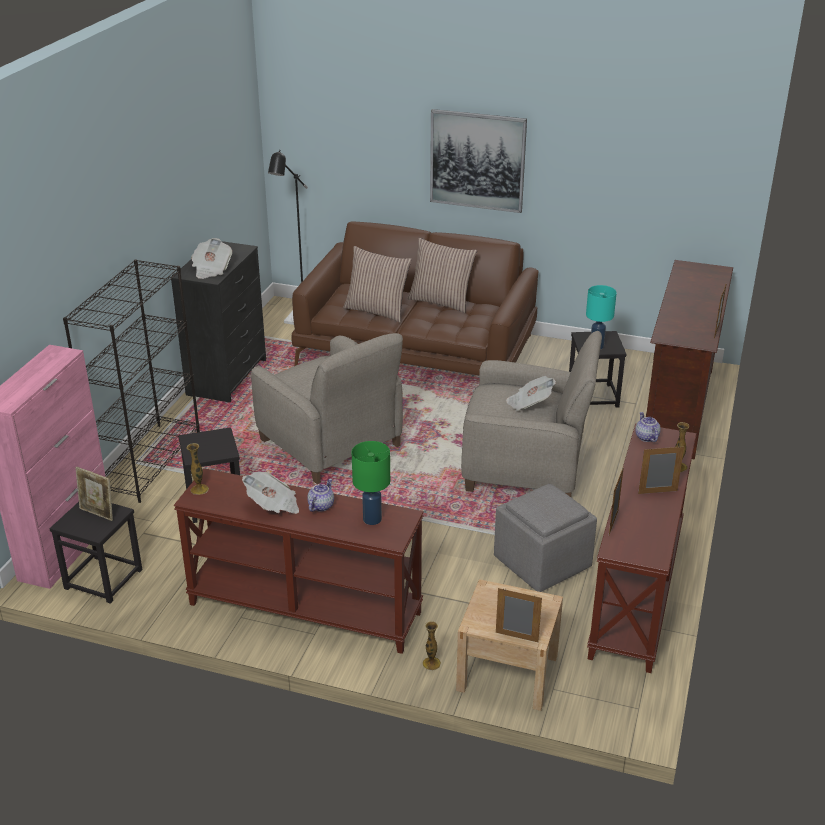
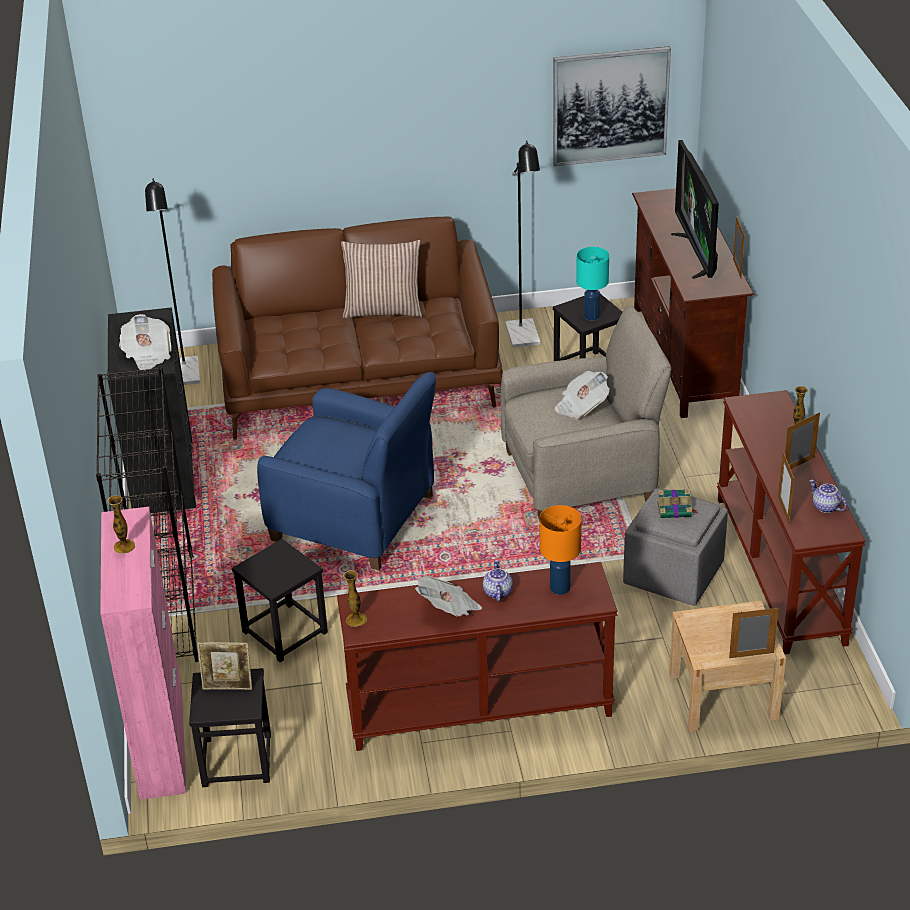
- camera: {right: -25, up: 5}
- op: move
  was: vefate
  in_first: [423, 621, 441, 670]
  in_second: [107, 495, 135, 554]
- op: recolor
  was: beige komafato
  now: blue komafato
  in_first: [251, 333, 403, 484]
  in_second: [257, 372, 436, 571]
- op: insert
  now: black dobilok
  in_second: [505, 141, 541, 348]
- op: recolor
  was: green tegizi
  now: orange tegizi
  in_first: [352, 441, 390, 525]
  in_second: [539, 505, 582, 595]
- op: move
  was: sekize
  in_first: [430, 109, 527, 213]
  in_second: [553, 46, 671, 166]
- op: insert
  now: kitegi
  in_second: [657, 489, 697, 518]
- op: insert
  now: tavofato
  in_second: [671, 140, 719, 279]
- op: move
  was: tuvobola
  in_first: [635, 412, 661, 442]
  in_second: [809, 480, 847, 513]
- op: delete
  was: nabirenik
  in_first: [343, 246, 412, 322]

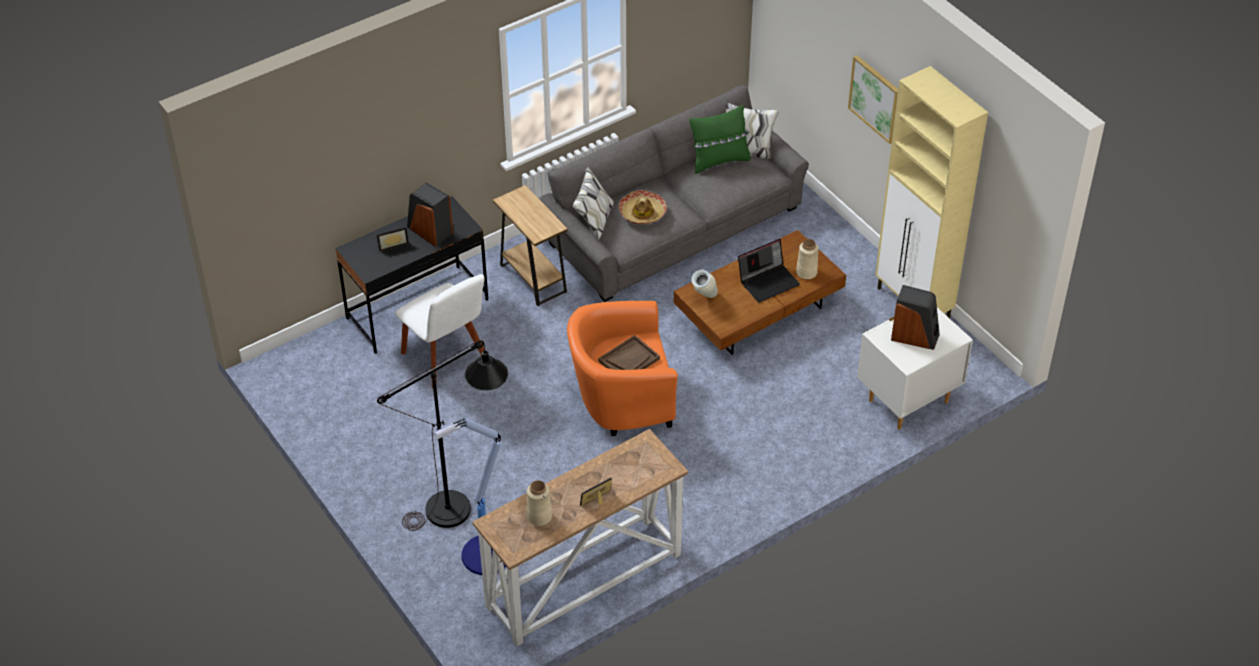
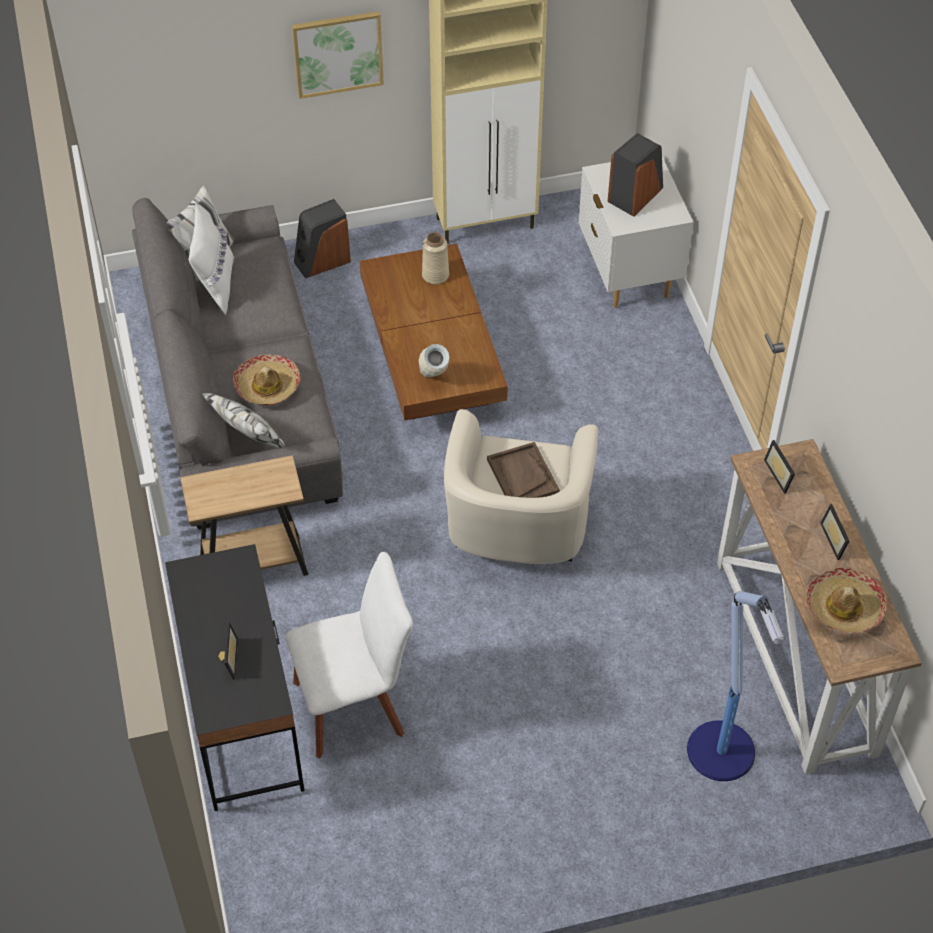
- camera: {right: -70, up: 5}
- op: recolor
  was: green nabirenik
  now: white nabirenik
  in_first: [689, 105, 751, 174]
  in_second: [188, 203, 234, 315]
- op: move
  was: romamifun
  in_first: [407, 183, 454, 247]
  in_second: [294, 199, 351, 278]
- op: recolor
  was: orange komafato
  now: beige komafato
  in_first: [567, 301, 678, 436]
  in_second: [444, 409, 598, 564]
- op: insert
  now: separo
  in_second: [764, 440, 795, 494]
- op: replace
  was: beige vefate
  now: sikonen
  in_first: [527, 480, 552, 526]
  in_second: [806, 568, 887, 633]
- op: delete
  was: black dobilok
  in_first: [377, 340, 508, 531]
- op: delete
  was: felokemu
  in_first: [738, 239, 800, 303]

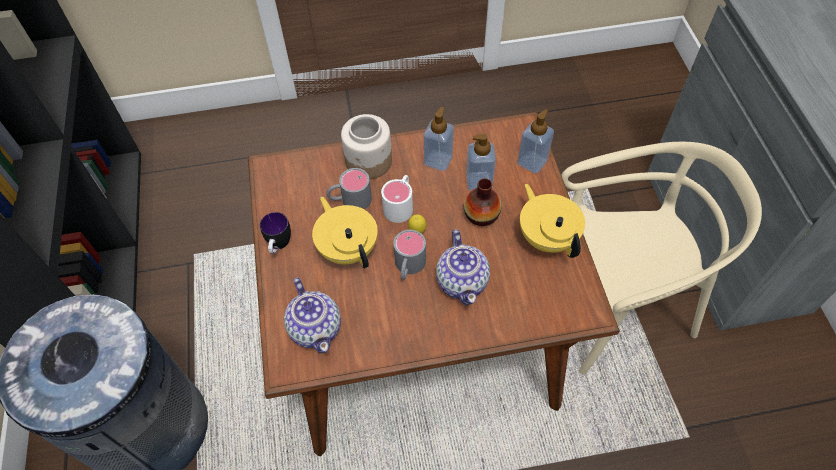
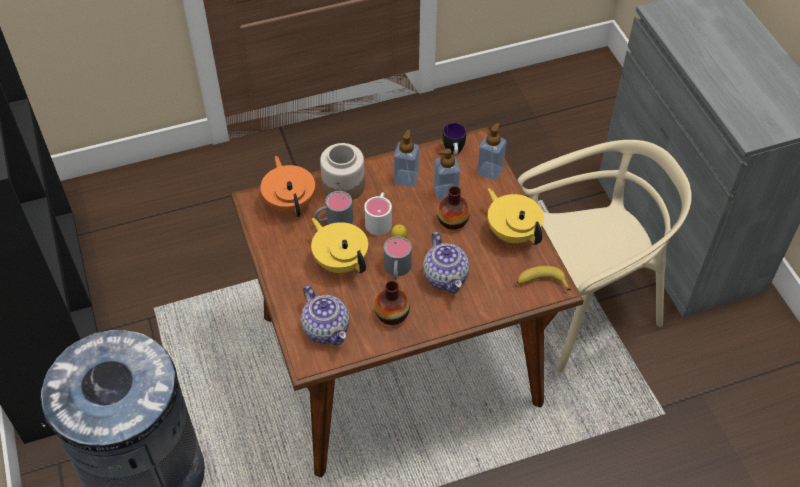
- camera: {right: -10, up: -5}
- op: insert
  now: orange tuvobola
  in_second: [261, 156, 315, 217]
- op: insert
  now: vefate
  in_second: [374, 281, 410, 325]
- op: move
  was: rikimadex
  in_first: [260, 212, 291, 254]
  in_second: [443, 123, 466, 155]
- op: insert
  now: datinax
  in_second: [517, 266, 571, 291]

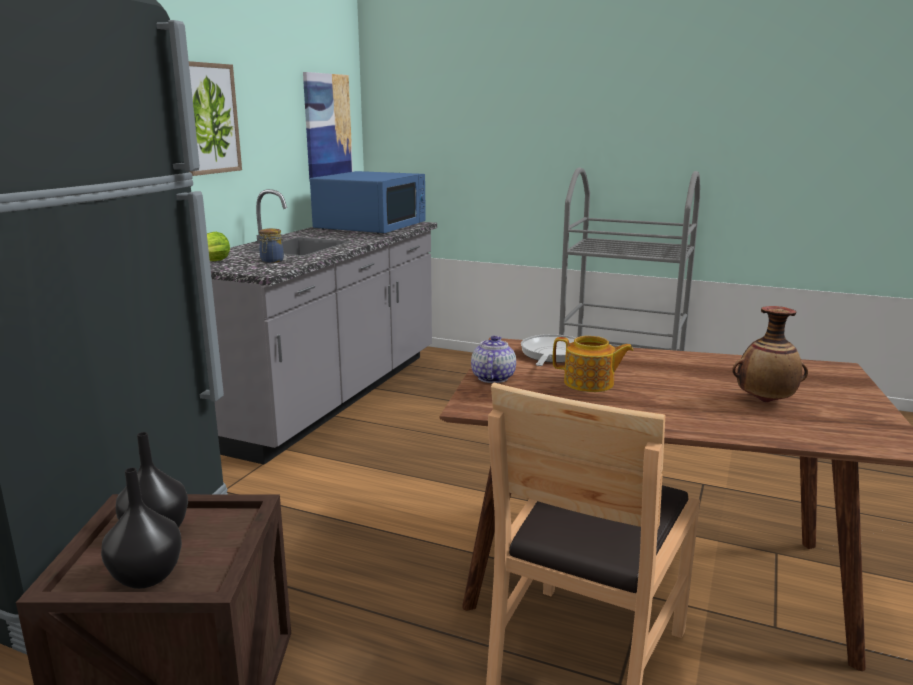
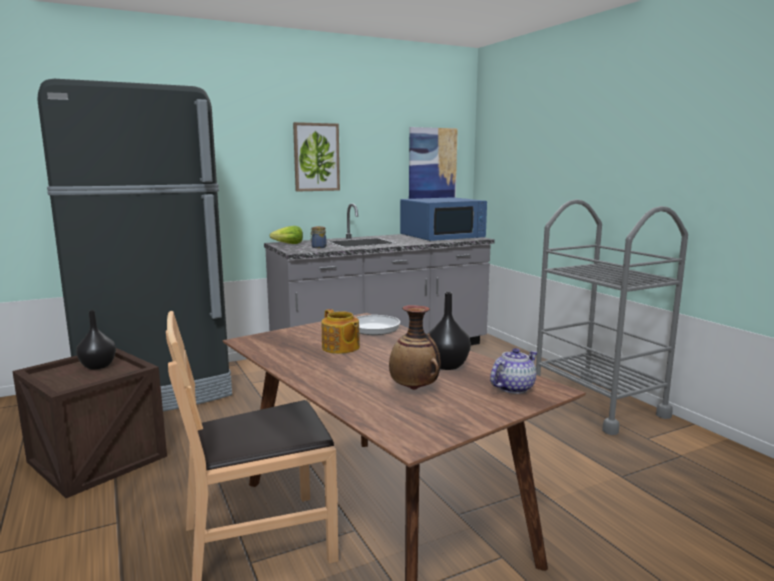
- camera: {right: 40, up: -5}
- op: move
  was: black vefate
  in_first: [101, 468, 182, 589]
  in_second: [428, 292, 471, 370]
- op: move
  was: tuvobola
  in_first: [471, 336, 516, 383]
  in_second: [490, 348, 537, 394]

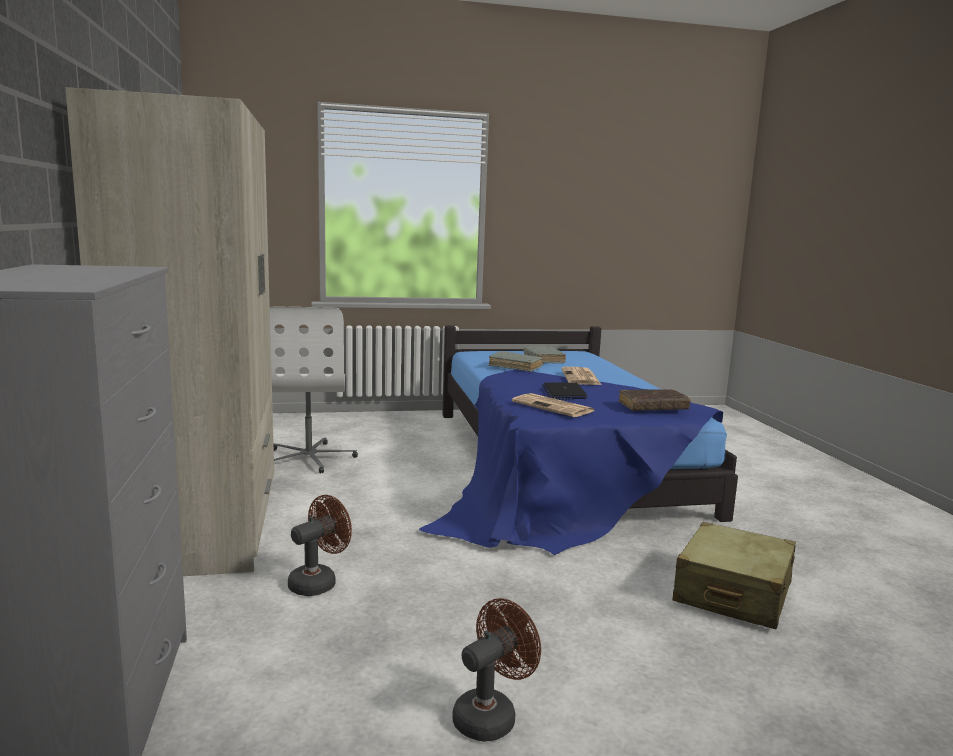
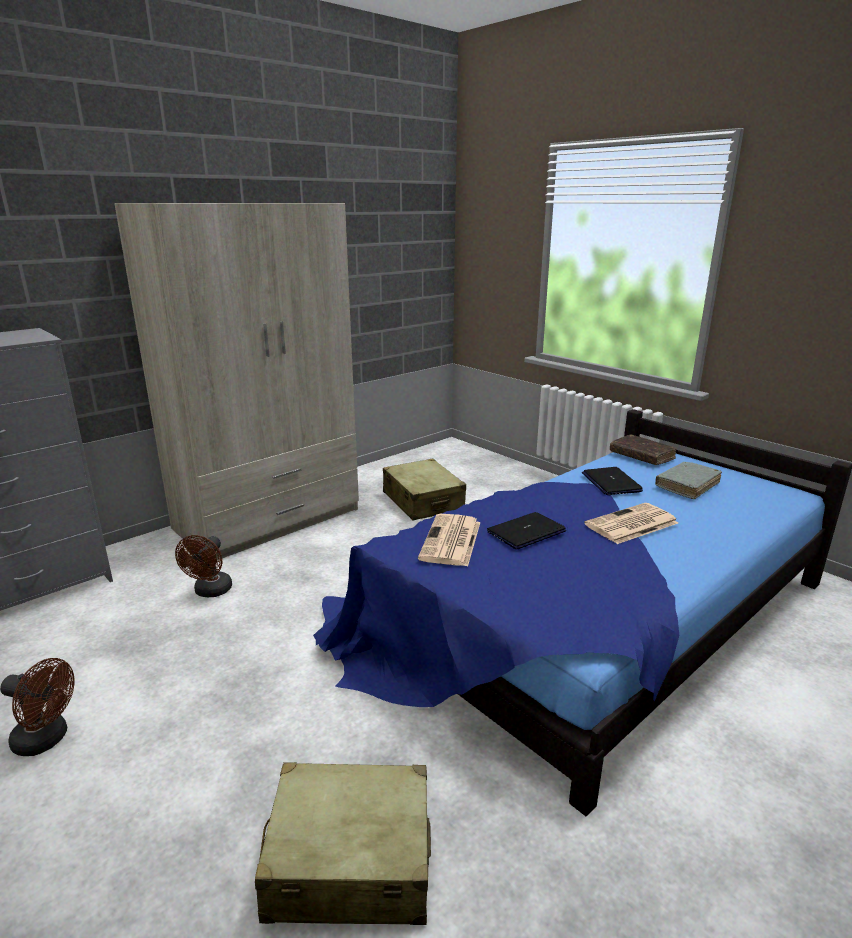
- camera: {right: 60, up: 10}
- op: rotate
  was: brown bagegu
  in_first: [288, 495, 352, 596]
  in_second: [175, 535, 232, 597]
  clockwise: 90
- op: replace
  was: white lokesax
  now: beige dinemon
  in_first: [270, 306, 358, 473]
  in_second: [383, 458, 466, 520]
- op: replace
  was: grey kitegi
  now: felokemu
  in_first: [488, 351, 544, 372]
  in_second: [582, 467, 643, 495]
- op: move
  was: brown kitegi
  in_first: [619, 389, 691, 411]
  in_second: [610, 435, 677, 465]

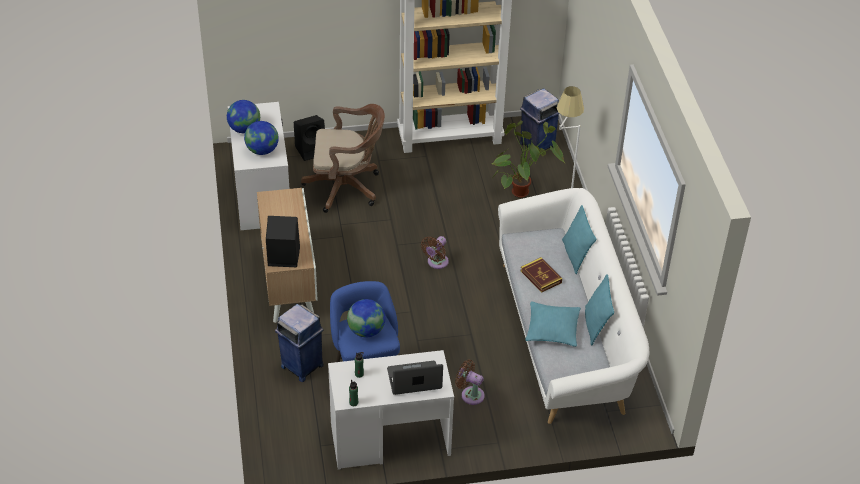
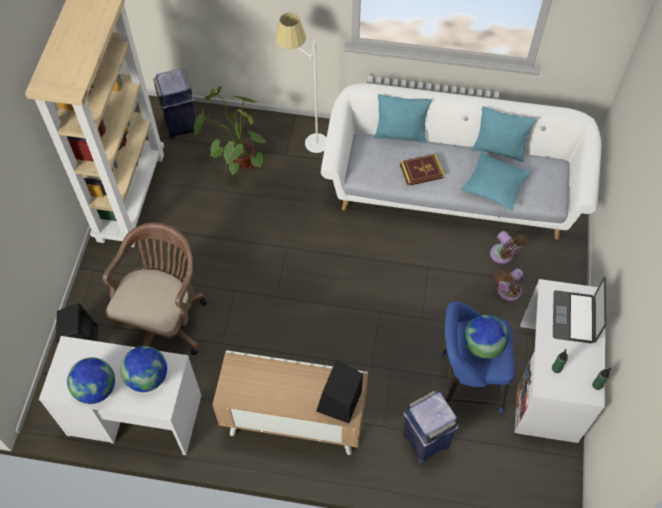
- camera: {right: -70, up: 15}
- op: move
  was: brown bagegu
  in_first: [421, 236, 449, 269]
  in_second: [490, 231, 527, 264]

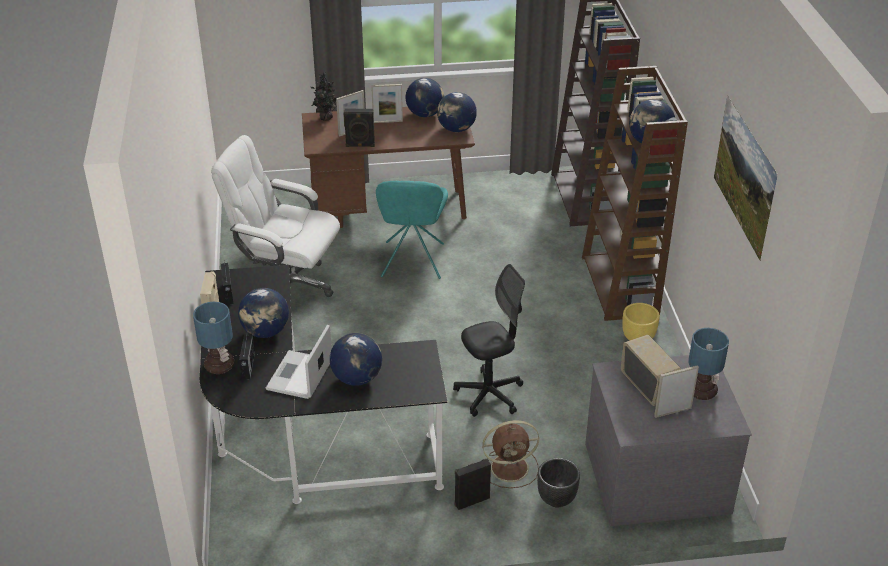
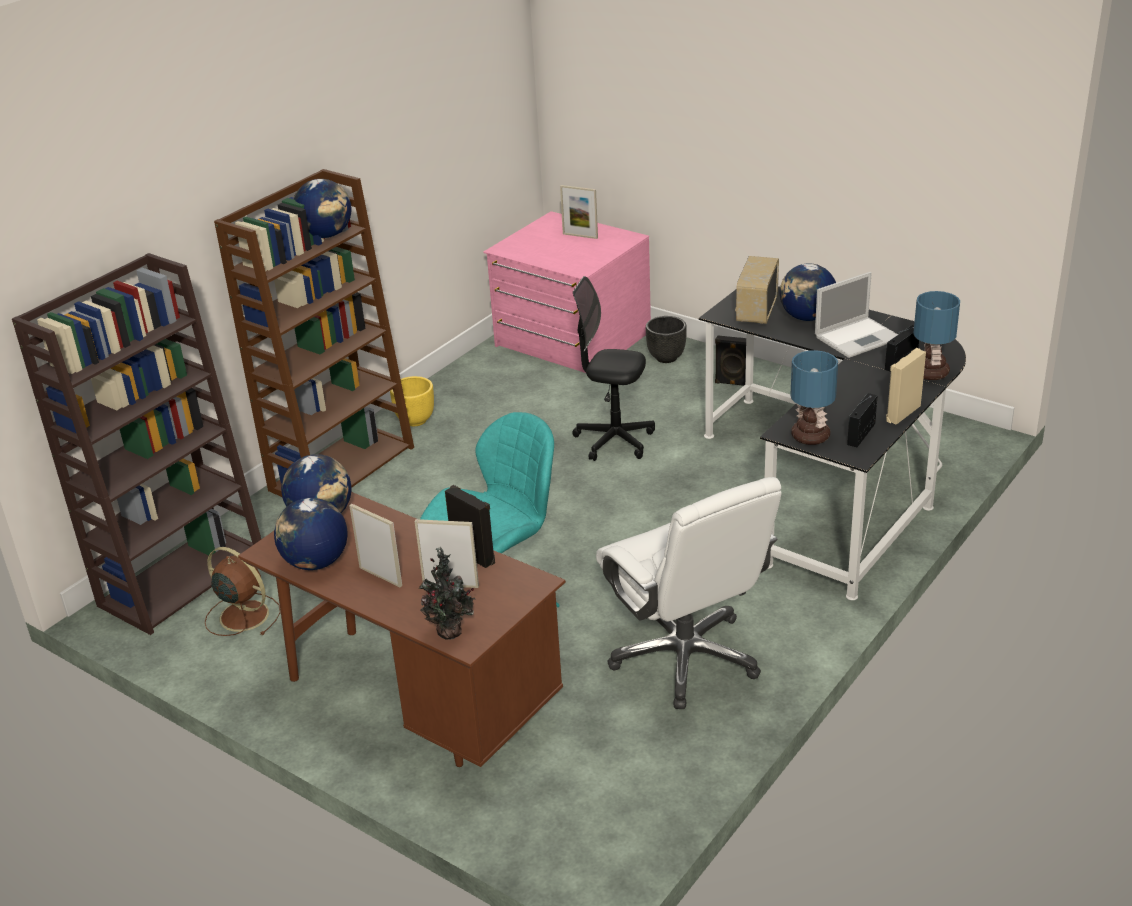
- camera: {right: -135, up: -5}
- op: move
  was: brown bagegu
  in_first: [482, 420, 539, 488]
  in_second: [205, 547, 281, 636]
- op: recolor
  was: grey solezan
  now: pink solezan
  in_first: [585, 355, 752, 526]
  in_second: [483, 211, 651, 373]
- op: move
  was: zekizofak
  in_first: [621, 335, 681, 406]
  in_second: [735, 256, 779, 324]
- op: move
  was: tegizi
  in_first: [688, 328, 729, 400]
  in_second: [790, 350, 838, 445]
- op: delete
  was: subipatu
  in_first: [238, 288, 289, 338]
- op: delete
  was: sekize
  in_first: [714, 95, 778, 260]

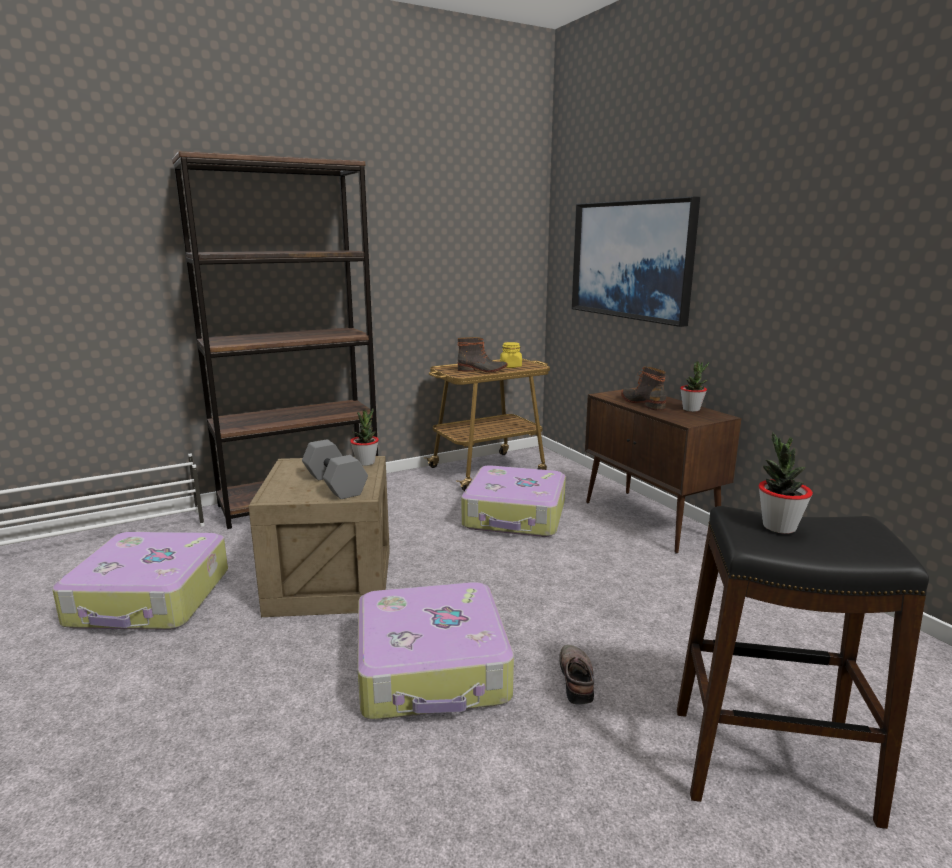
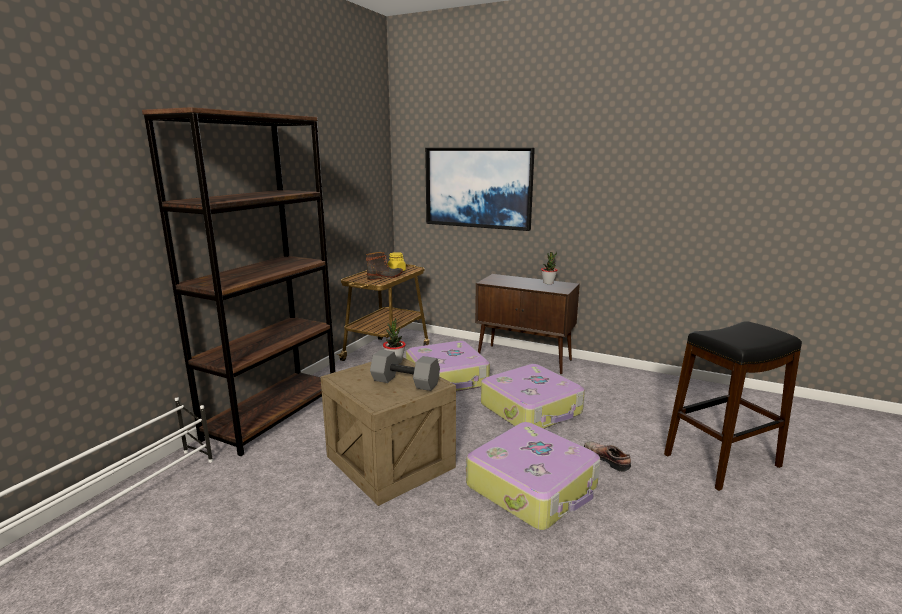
- camera: {right: -35, up: 0}
- op: move
  was: dinemon
  in_first: [52, 532, 228, 630]
  in_second: [481, 364, 585, 429]
- op: delete
  was: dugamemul
  in_first: [621, 366, 666, 411]
- op: delete
  was: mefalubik
  in_first: [759, 432, 813, 534]

